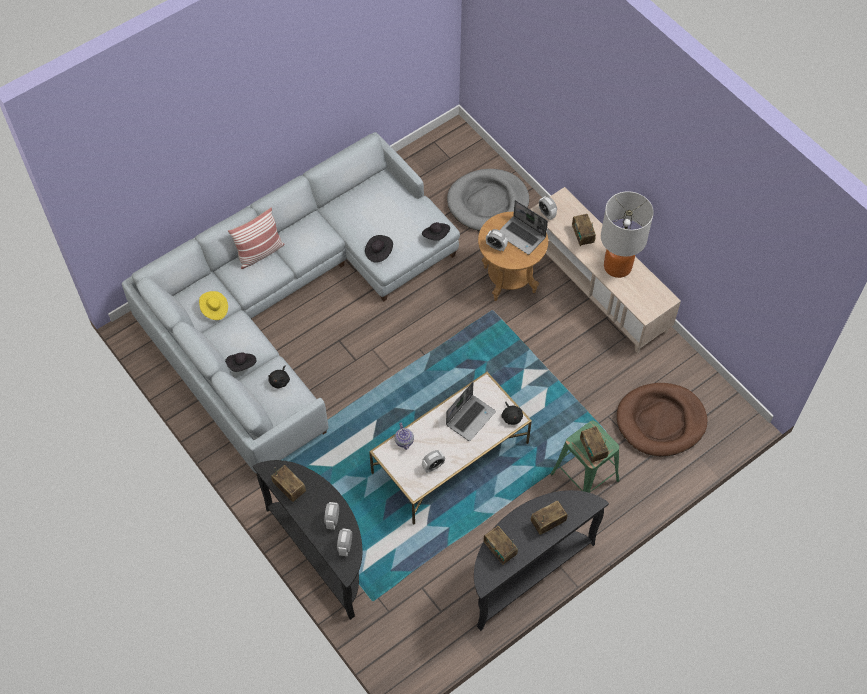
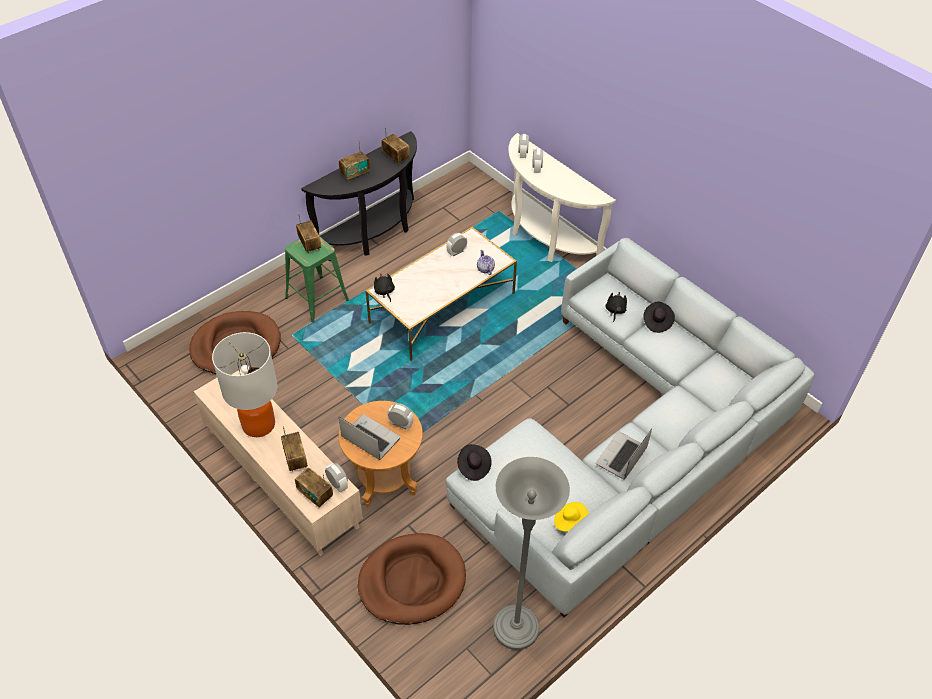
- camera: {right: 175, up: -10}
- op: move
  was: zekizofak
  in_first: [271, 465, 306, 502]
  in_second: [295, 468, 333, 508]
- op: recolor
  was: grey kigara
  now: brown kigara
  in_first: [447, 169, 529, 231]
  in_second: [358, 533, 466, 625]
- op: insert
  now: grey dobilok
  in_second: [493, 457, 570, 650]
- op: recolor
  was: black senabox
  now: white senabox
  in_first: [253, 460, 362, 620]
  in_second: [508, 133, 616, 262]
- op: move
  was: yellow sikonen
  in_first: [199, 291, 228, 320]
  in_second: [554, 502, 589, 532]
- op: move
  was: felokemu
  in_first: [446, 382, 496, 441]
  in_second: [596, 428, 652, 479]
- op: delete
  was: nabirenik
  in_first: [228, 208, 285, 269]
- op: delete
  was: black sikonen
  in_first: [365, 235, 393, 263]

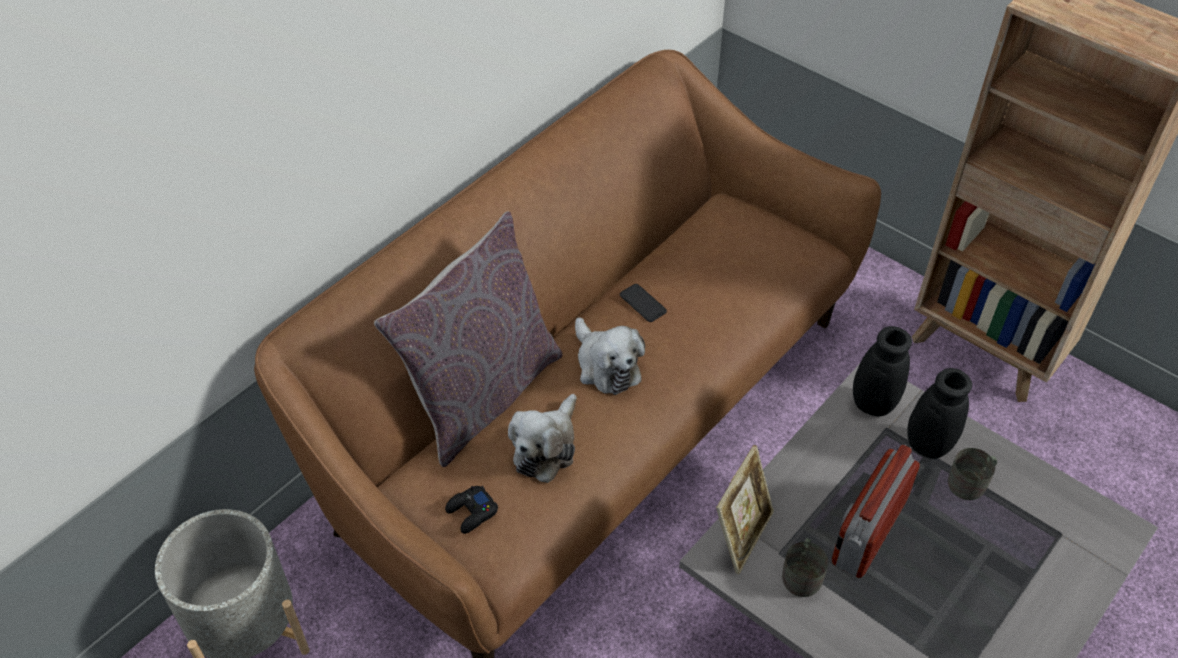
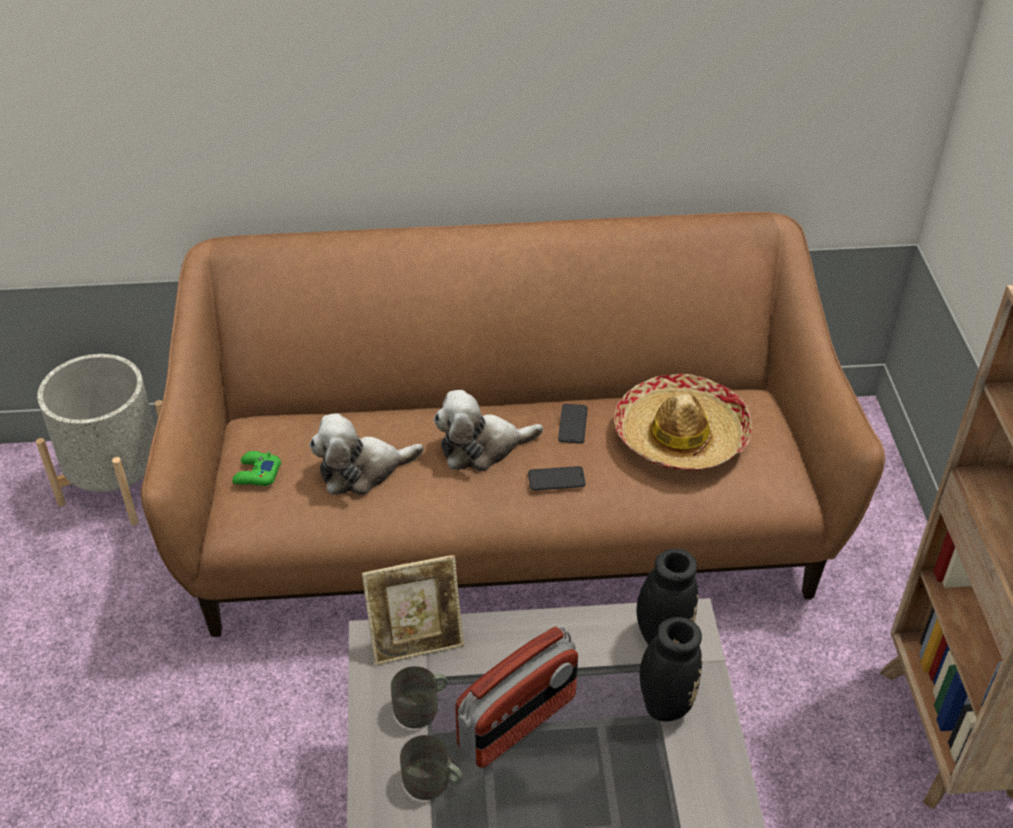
- camera: {right: 45, up: -5}
- op: recolor
  was: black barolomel
  now: green barolomel
  in_first: [445, 486, 498, 534]
  in_second: [232, 451, 281, 486]
- op: move
  was: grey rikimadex
  in_first: [948, 448, 997, 500]
  in_second: [400, 735, 463, 800]
- op: rotate
  was: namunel
  in_first: [575, 317, 645, 395]
  in_second: [434, 390, 543, 471]
  clockwise: 60
- op: rotate
  was: zekizofak
  in_first: [832, 444, 920, 578]
  in_second: [455, 627, 578, 768]
  clockwise: 150
- op: insert
  now: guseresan
  in_second: [528, 466, 586, 491]
- op: insert
  now: sikonen
  in_second: [614, 374, 752, 471]
- op: delete
  was: grey nabirenik
  in_first: [374, 211, 563, 467]

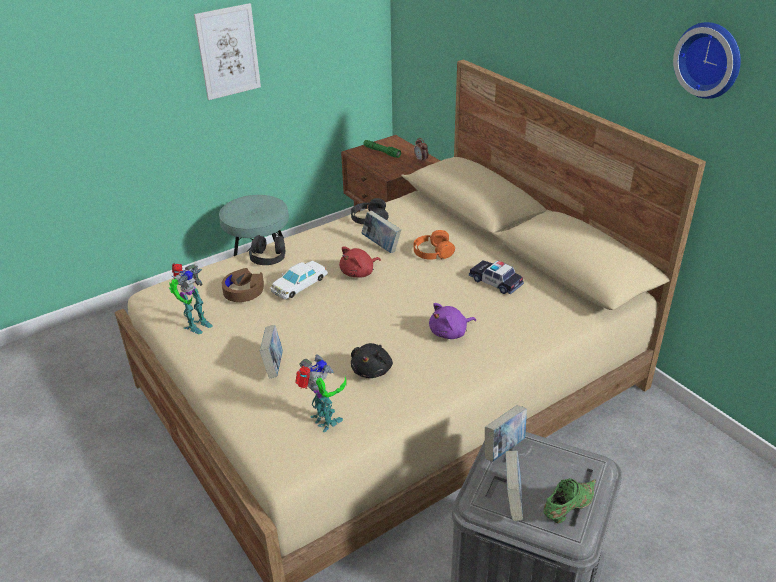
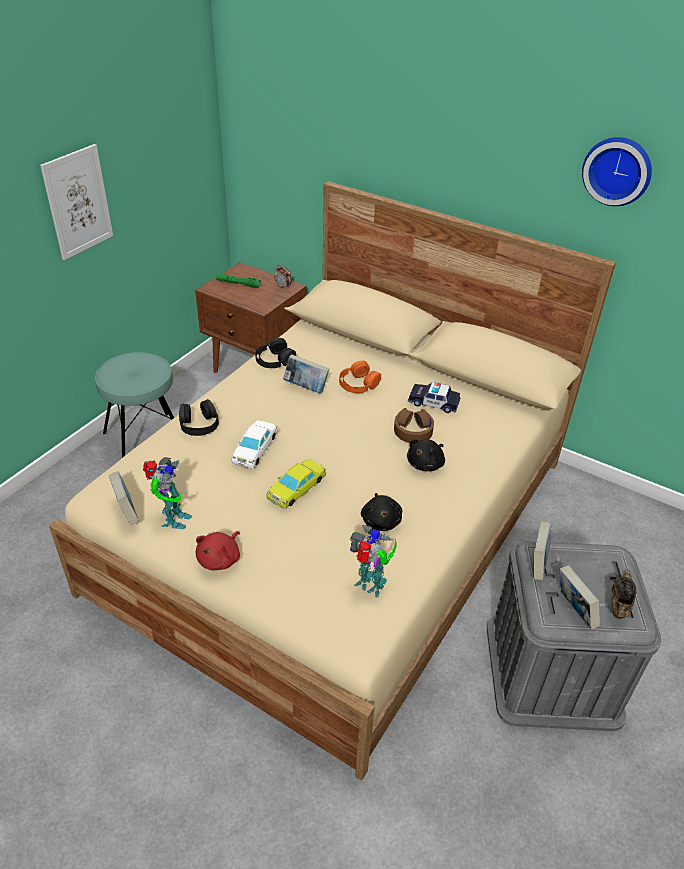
- camera: {right: -25, up: 5}
- op: move
  was: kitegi
  in_first: [260, 325, 283, 378]
  in_second: [109, 471, 139, 525]
- op: move
  was: red namunel
  in_first: [339, 246, 381, 278]
  in_second: [196, 531, 240, 571]
- op: insert
  now: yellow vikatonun
  in_second: [267, 459, 326, 509]
- op: move
  was: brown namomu
  in_first: [221, 268, 264, 302]
  in_second: [394, 408, 434, 443]
- op: recolor
  was: purple namunel
  now: black namunel
  in_first: [429, 303, 476, 339]
  in_second: [407, 439, 445, 471]
- op: recolor
  was: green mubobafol
  now: brown mubobafol
  in_first: [544, 478, 596, 523]
  in_second: [612, 570, 636, 619]

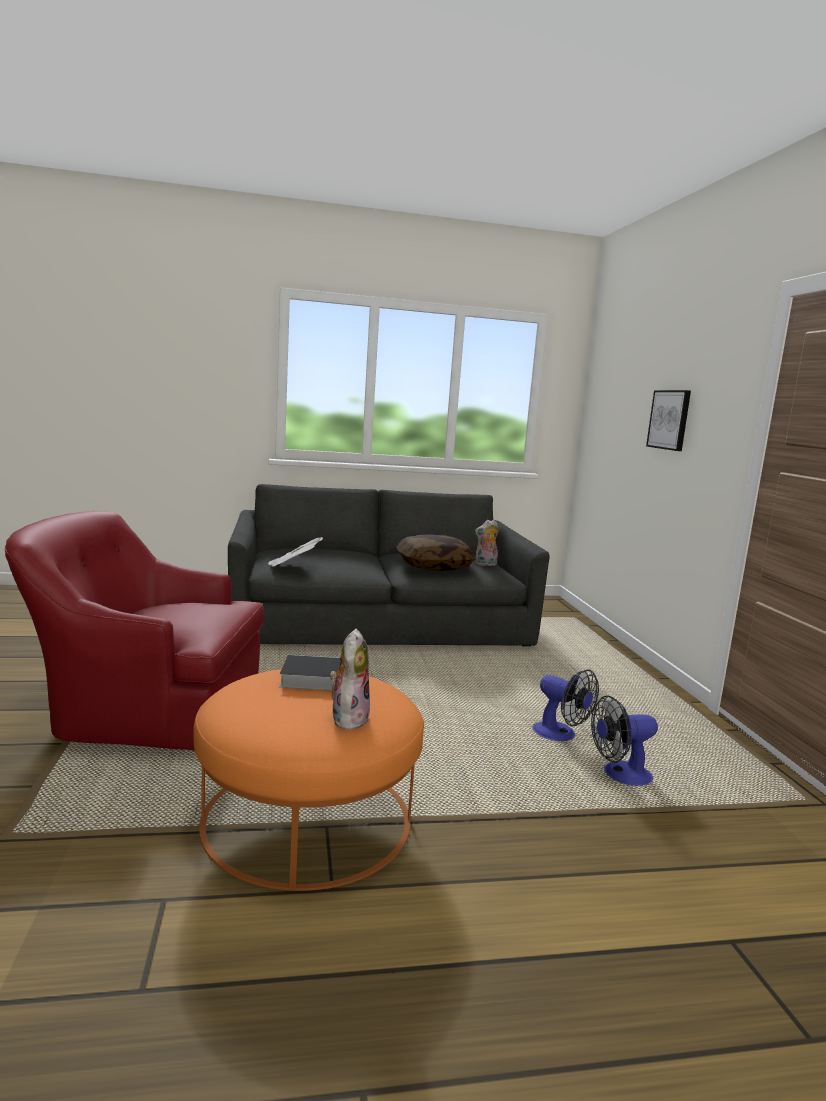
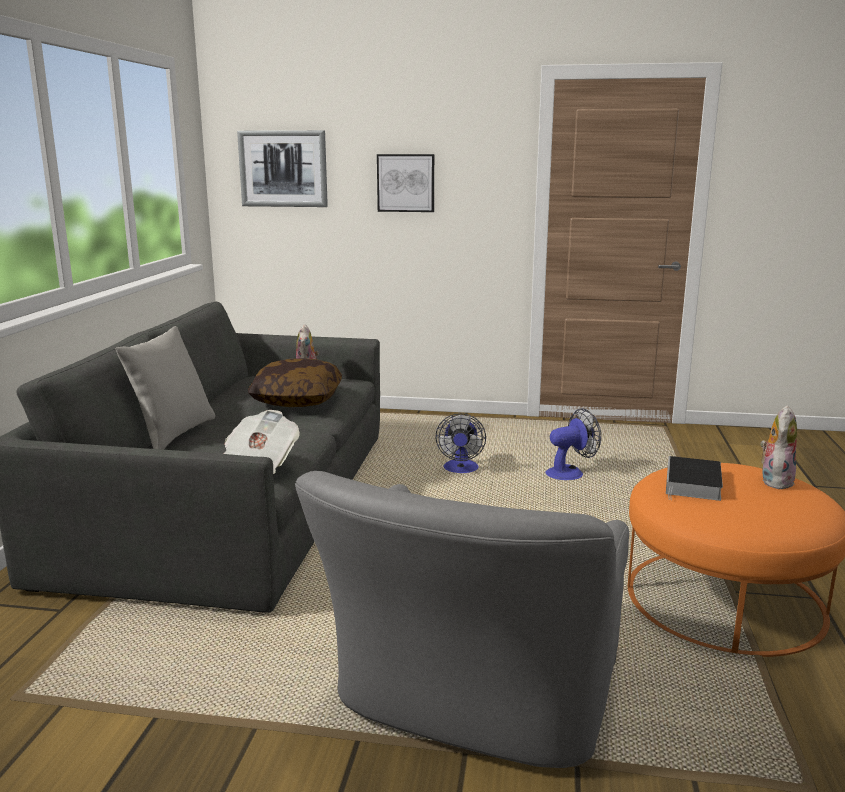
- camera: {right: -70, up: 5}
- op: insert
  now: grey nabirenik
  in_second: [116, 326, 215, 450]
- op: insert
  now: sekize
  in_second: [237, 130, 328, 207]
- op: recolor
  was: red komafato
  now: grey komafato
  in_first: [5, 511, 264, 750]
  in_second: [295, 471, 629, 768]
- op: move
  was: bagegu
  in_first: [591, 695, 658, 786]
  in_second: [435, 413, 486, 473]
- op: rotate
  was: namunel
  in_first: [329, 629, 370, 730]
  in_second: [760, 405, 797, 489]
  clockwise: 90

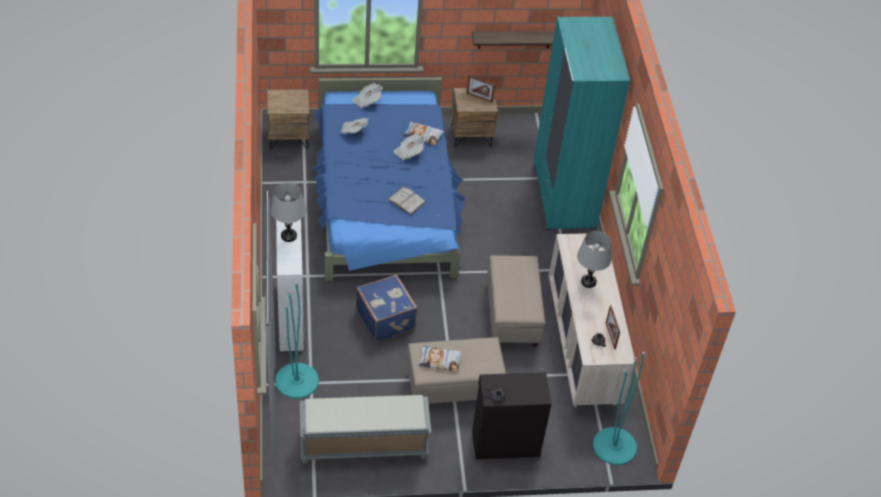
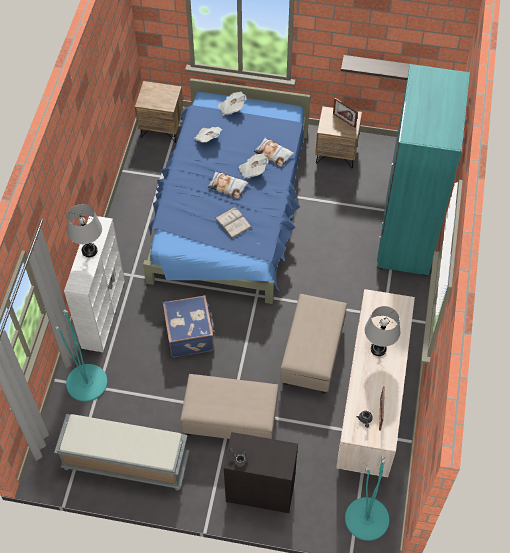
- camera: {right: 20, up: 10}
- op: move
  was: nabirenik
  in_first: [419, 346, 462, 372]
  in_second: [208, 171, 248, 199]

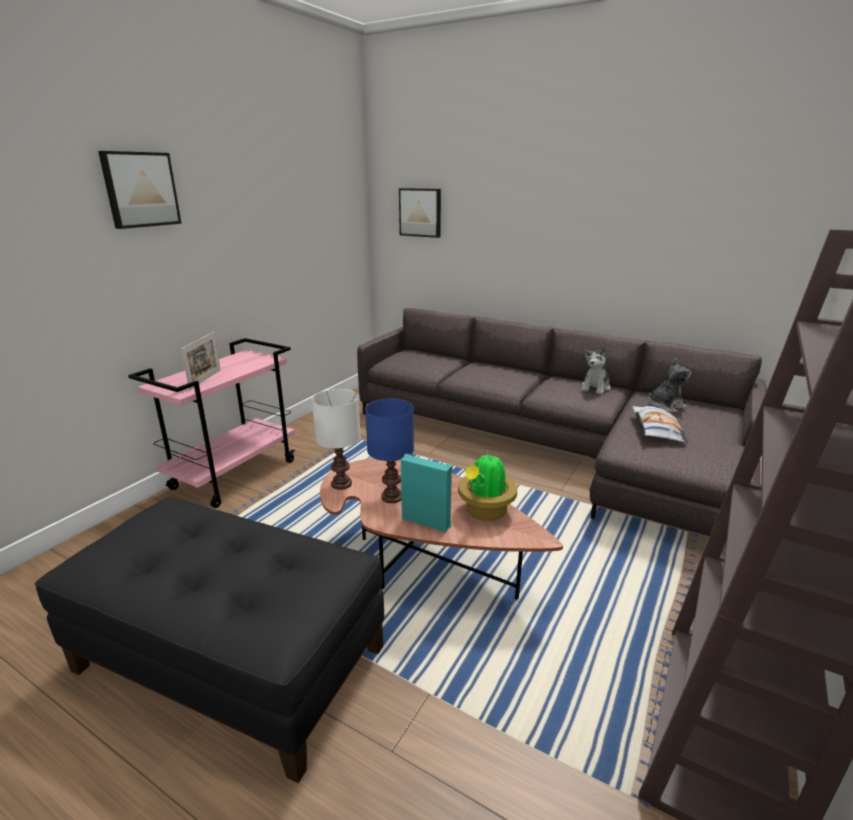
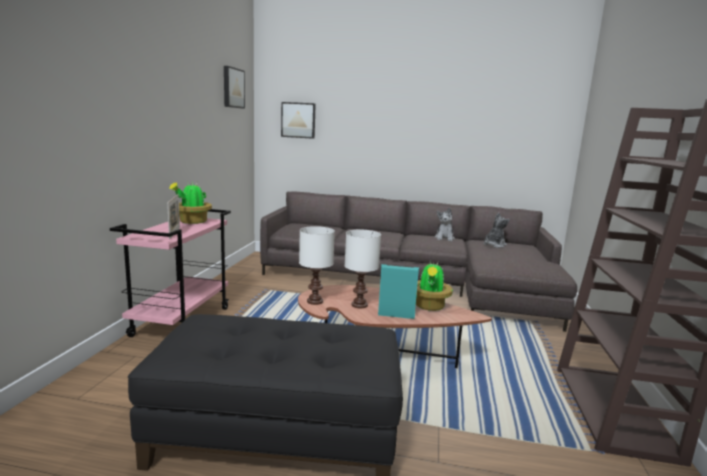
- camera: {right: -20, up: -10}
- op: insert
  now: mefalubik
  in_second: [169, 182, 212, 224]
- op: move
  was: sekize
  in_first: [98, 151, 182, 229]
  in_second: [224, 66, 245, 109]
- op: recolor
  was: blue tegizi
  now: white tegizi
  in_first: [365, 399, 414, 503]
  in_second: [345, 229, 381, 309]
- op: delete
  was: nabirenik
  in_first: [632, 406, 688, 443]

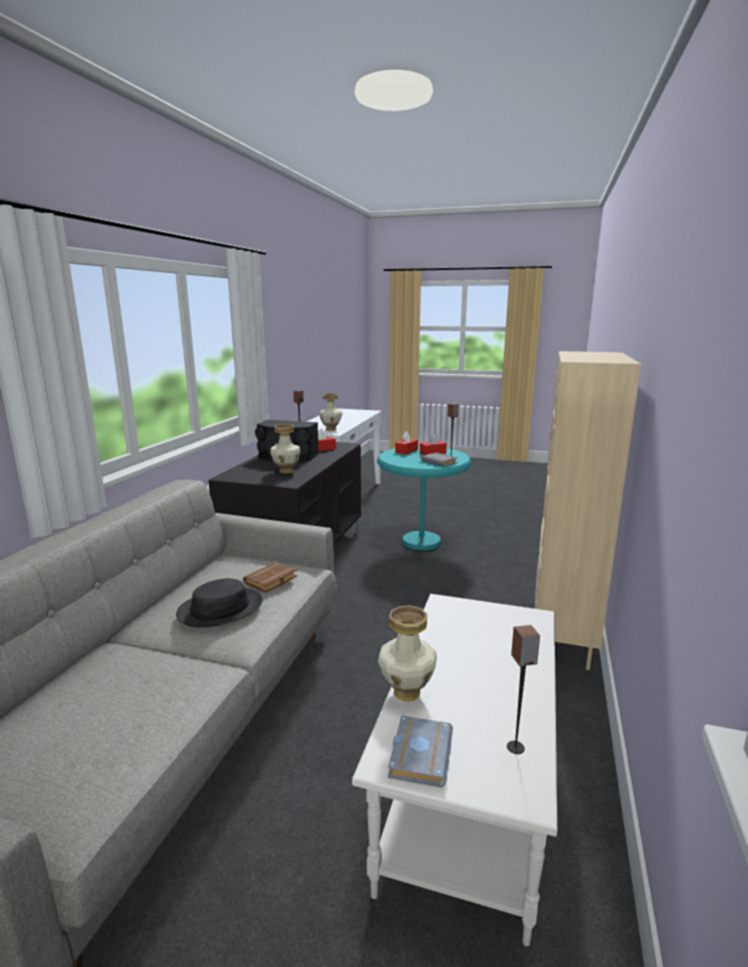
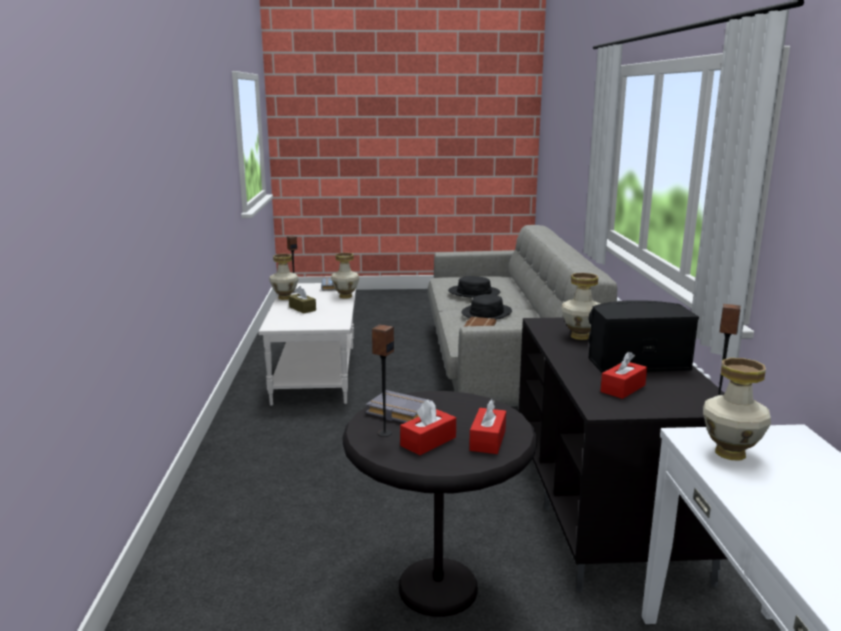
- camera: {right: 160, up: 0}
- op: insert
  now: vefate
  in_second: [269, 254, 299, 300]
- op: insert
  now: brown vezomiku
  in_second: [289, 286, 316, 313]
- op: recolor
  was: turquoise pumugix
  now: black pumugix
  in_first: [377, 446, 471, 550]
  in_second: [343, 391, 537, 617]
- op: insert
  now: black sikonen
  in_second: [448, 276, 500, 298]
- op: delete
  was: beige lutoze
  in_first: [535, 351, 641, 670]

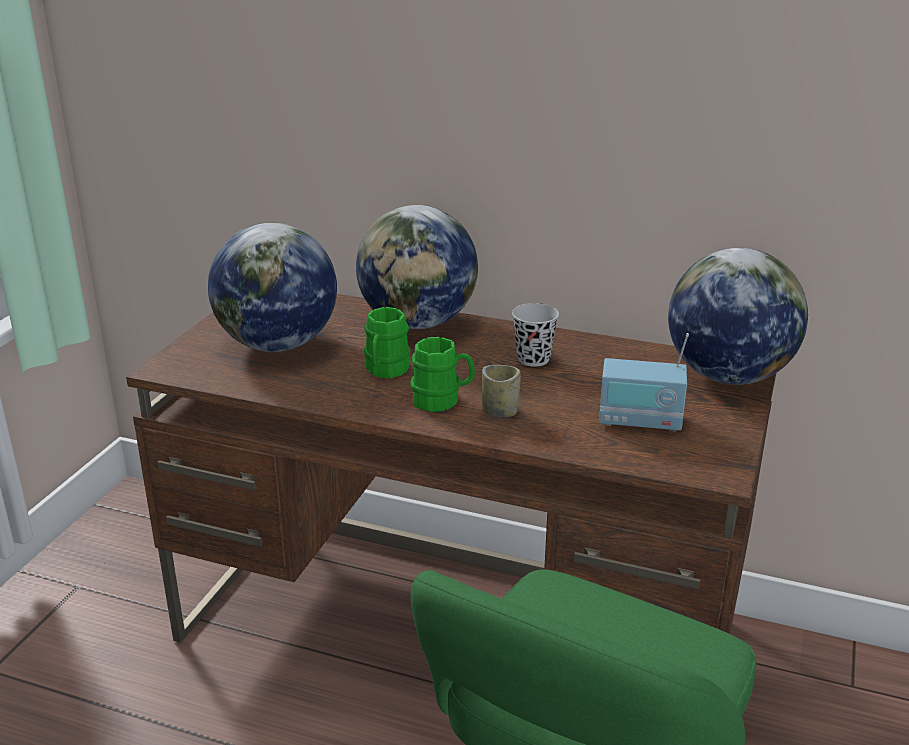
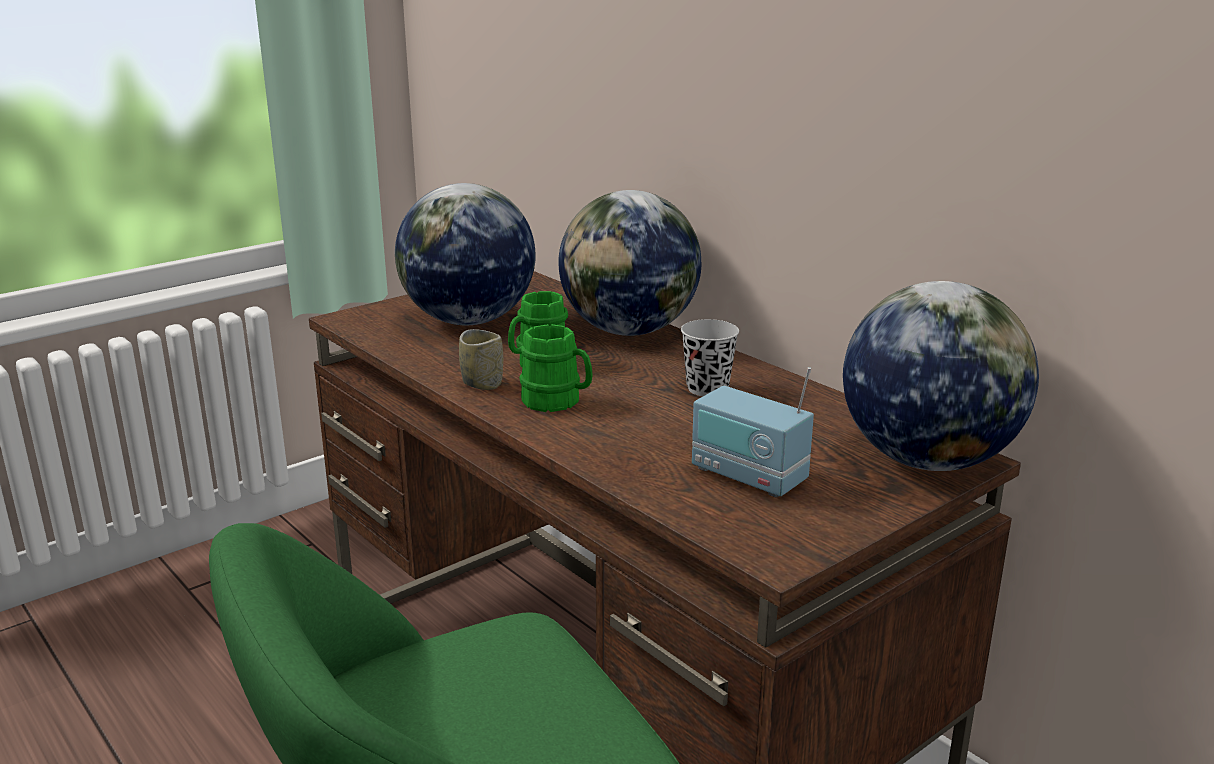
- camera: {right: 30, up: -5}
- op: move
  was: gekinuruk
  in_first: [482, 365, 521, 417]
  in_second: [459, 329, 503, 390]

